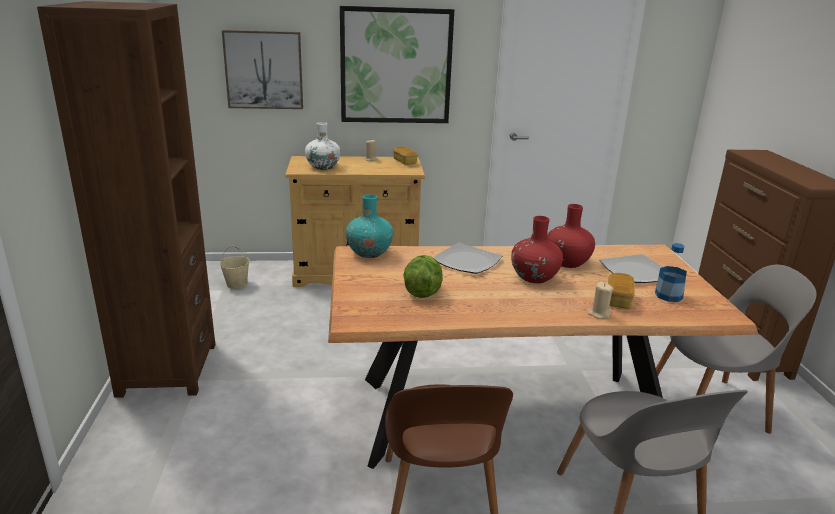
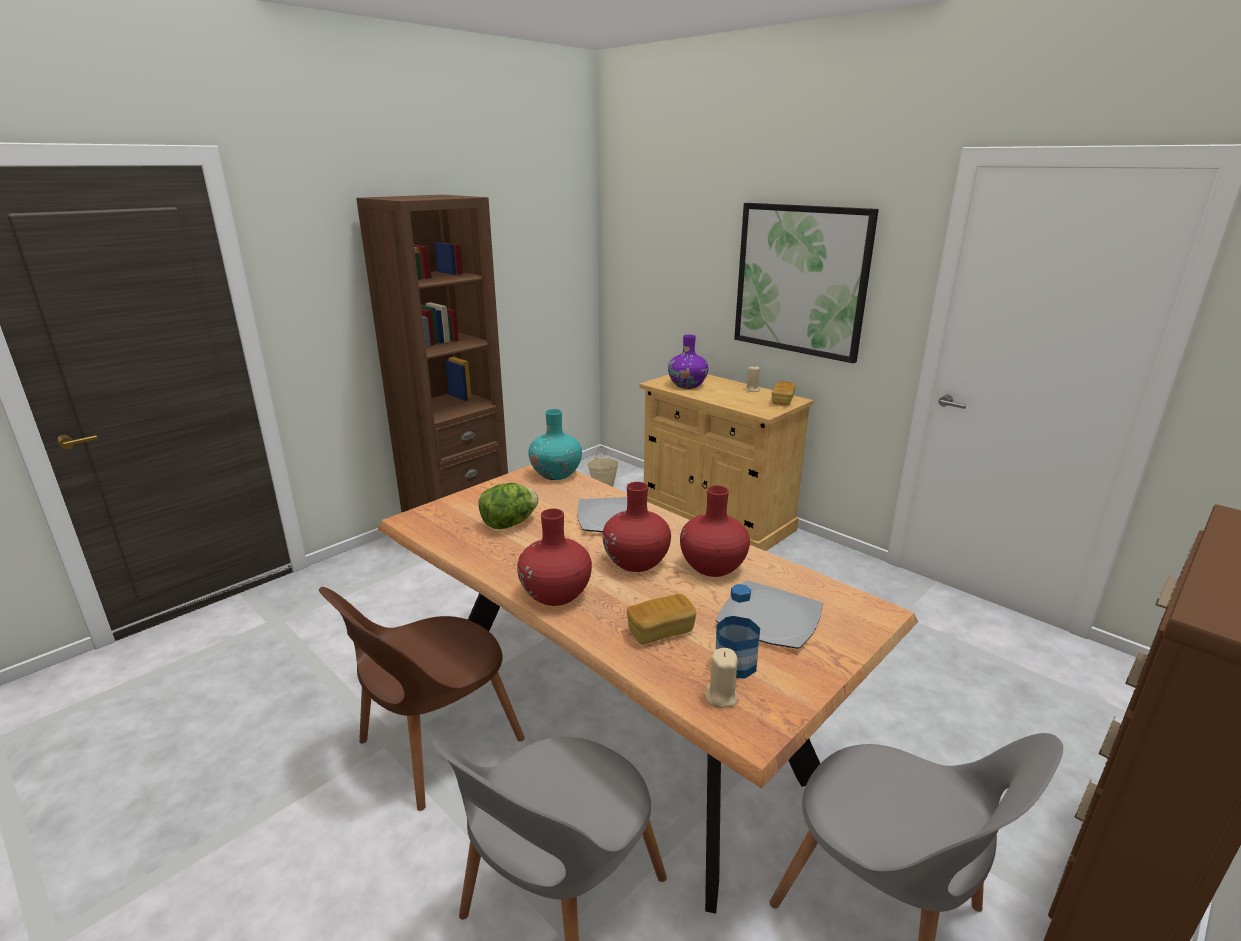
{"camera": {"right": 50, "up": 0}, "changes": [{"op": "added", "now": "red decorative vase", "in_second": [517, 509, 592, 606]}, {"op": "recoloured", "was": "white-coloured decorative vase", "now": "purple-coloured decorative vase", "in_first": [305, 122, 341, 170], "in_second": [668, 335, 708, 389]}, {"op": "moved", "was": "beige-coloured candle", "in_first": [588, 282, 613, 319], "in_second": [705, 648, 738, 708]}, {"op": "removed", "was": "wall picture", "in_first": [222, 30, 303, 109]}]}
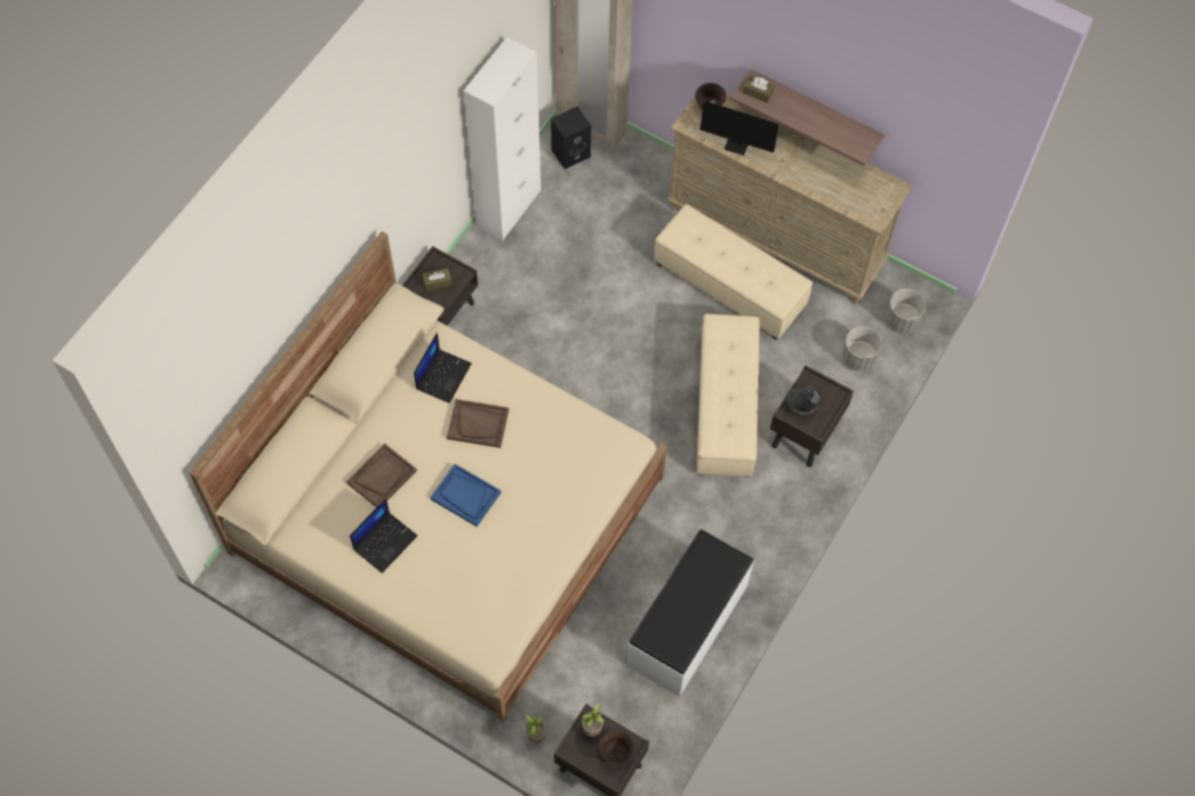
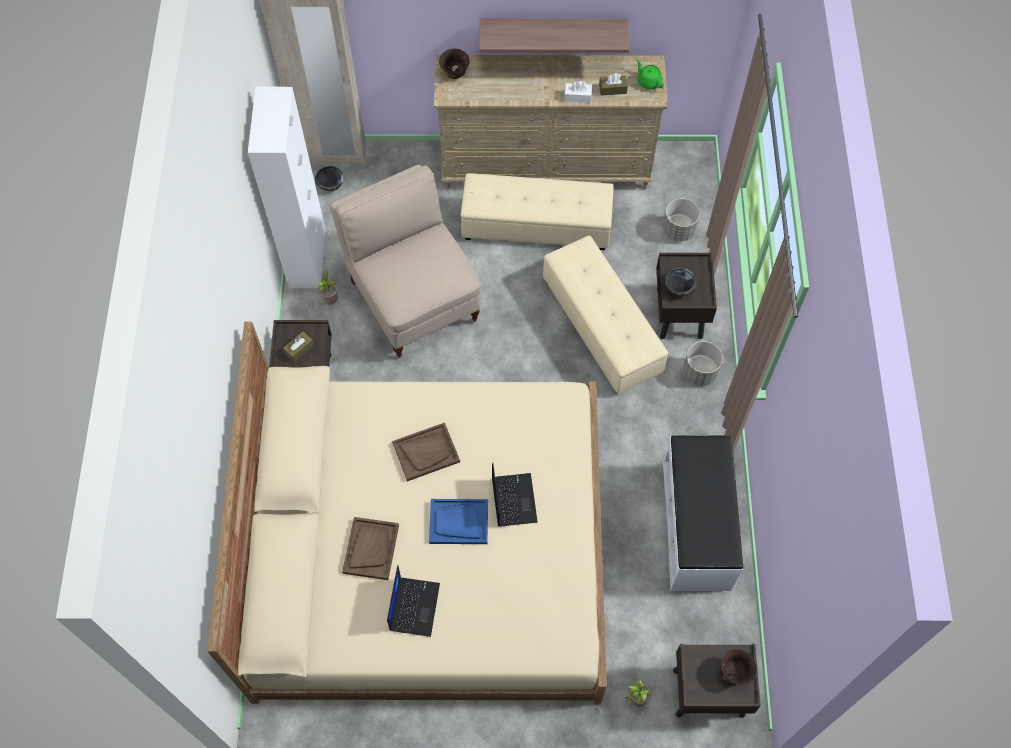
{"camera": {"right": -30, "up": 0}, "changes": [{"op": "replaced", "was": "blackish loudspeaker", "now": "blackish deep dish", "in_first": [551, 106, 591, 169], "in_second": [315, 166, 344, 191]}, {"op": "moved", "was": "houseplant", "in_first": [581, 703, 604, 737], "in_second": [318, 270, 338, 305]}, {"op": "added", "now": "beige-coloured chair", "in_second": [331, 165, 481, 358]}, {"op": "moved", "was": "notebook computer", "in_first": [414, 333, 472, 403], "in_second": [492, 463, 538, 527]}, {"op": "added", "now": "white-coloured tissue holder", "in_second": [564, 81, 592, 103]}, {"op": "moved", "was": "brownish tissue holder", "in_first": [743, 76, 774, 103], "in_second": [599, 73, 628, 95]}, {"op": "added", "now": "greenish teapot", "in_second": [636, 59, 664, 89]}, {"op": "moved", "was": "grey planter", "in_first": [886, 289, 926, 333], "in_second": [683, 341, 723, 386]}, {"op": "removed", "was": "computer display", "in_first": [700, 101, 802, 156]}]}
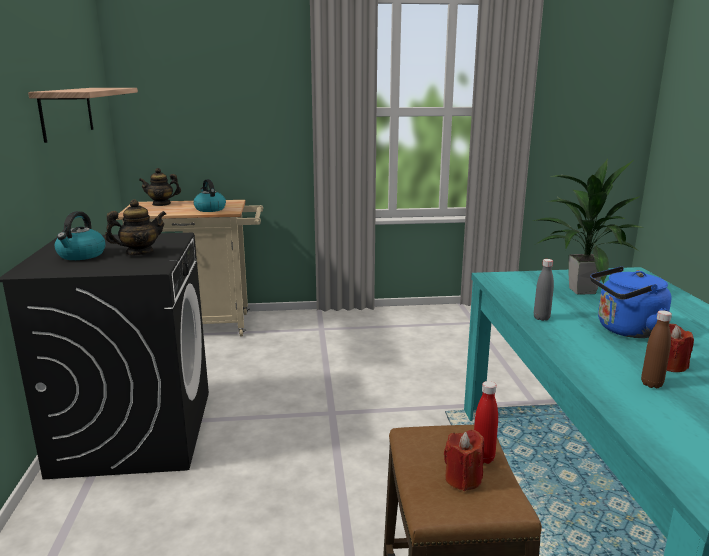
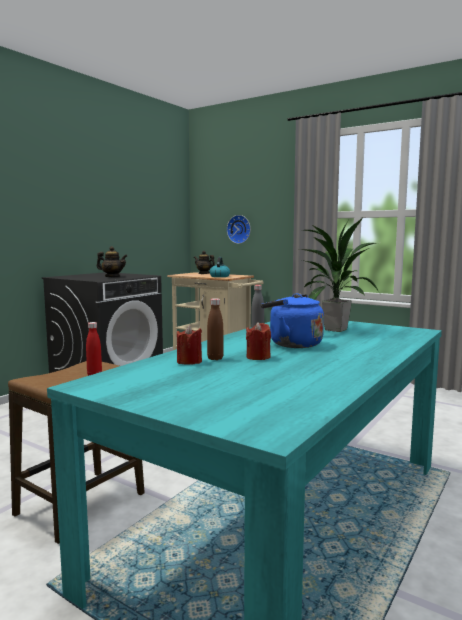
{"camera": {"right": 40, "up": -10}, "changes": [{"op": "moved", "was": "red candle", "in_first": [444, 430, 484, 491], "in_second": [177, 325, 202, 365]}, {"op": "added", "now": "hanging clock", "in_second": [227, 215, 251, 244]}, {"op": "removed", "was": "wall shelf", "in_first": [28, 88, 138, 143]}, {"op": "removed", "was": "kettle", "in_first": [55, 211, 106, 260]}]}
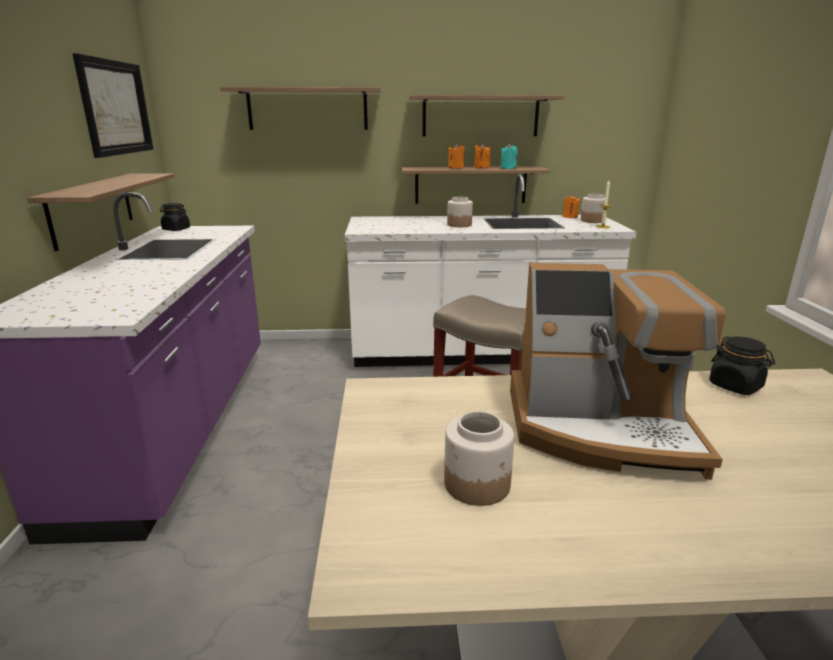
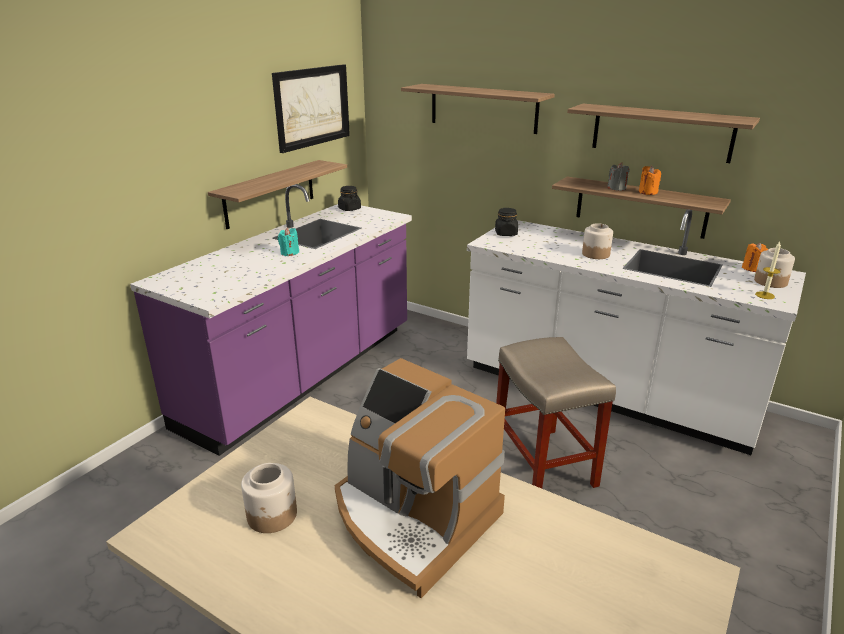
{"camera": {"right": 35, "up": 5}, "changes": [{"op": "moved", "was": "blue-green candle", "in_first": [501, 144, 518, 169], "in_second": [278, 228, 299, 256]}, {"op": "moved", "was": "blackish jar", "in_first": [709, 336, 775, 395], "in_second": [495, 208, 518, 236]}, {"op": "recoloured", "was": "orange candle", "now": "grey candle", "in_first": [448, 143, 465, 168], "in_second": [607, 163, 630, 191]}]}
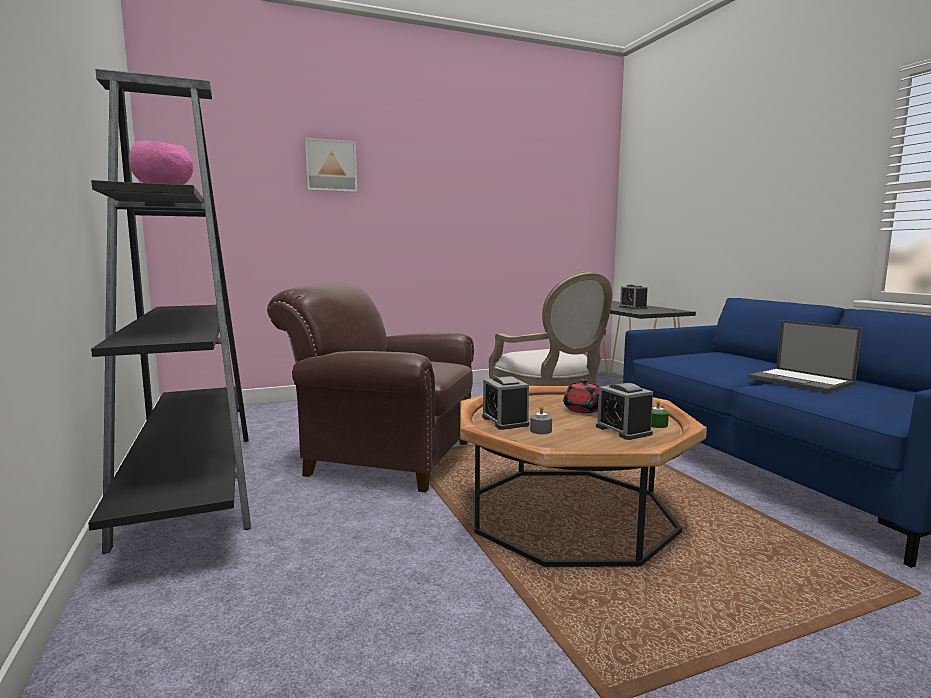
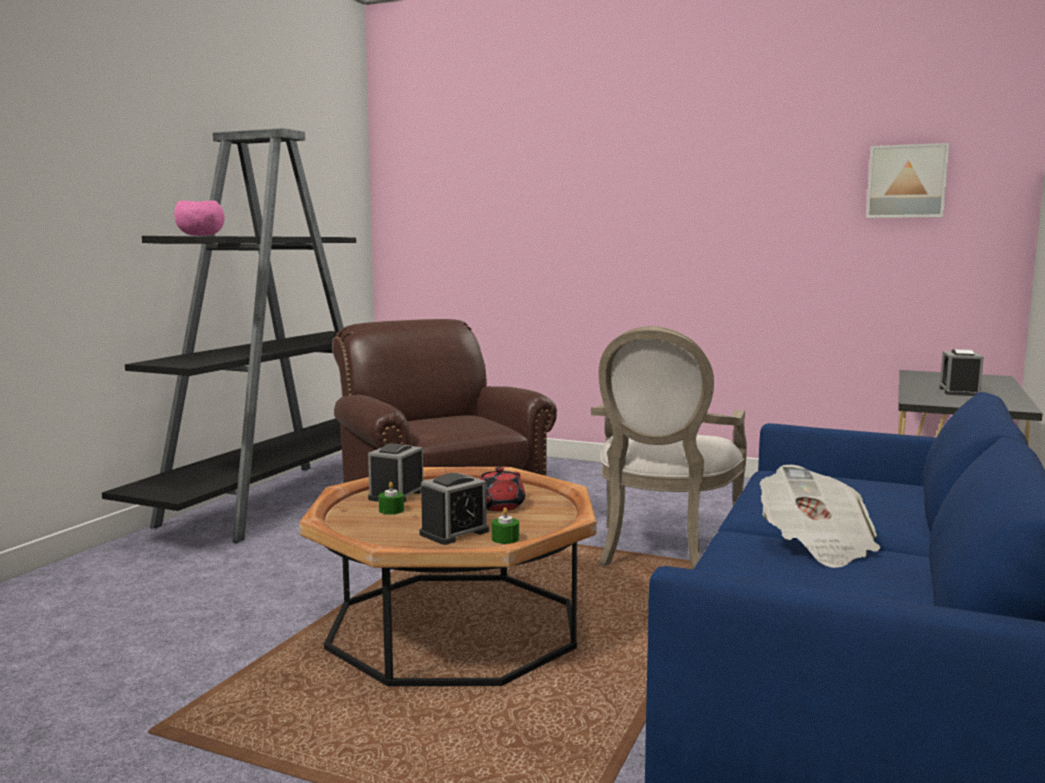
{"camera": {"right": 45, "up": 0}, "changes": [{"op": "recoloured", "was": "grey candle", "now": "greenish candle", "in_first": [530, 406, 552, 434], "in_second": [379, 482, 404, 515]}, {"op": "turned", "was": "alarm clock", "in_first": [596, 383, 653, 440], "in_second": [419, 473, 489, 545], "clockwise": -150}, {"op": "replaced", "was": "notebook computer", "now": "daily paper", "in_first": [747, 320, 862, 393], "in_second": [760, 465, 881, 568]}, {"op": "moved", "was": "wall picture", "in_first": [304, 138, 357, 192], "in_second": [866, 143, 949, 218]}]}
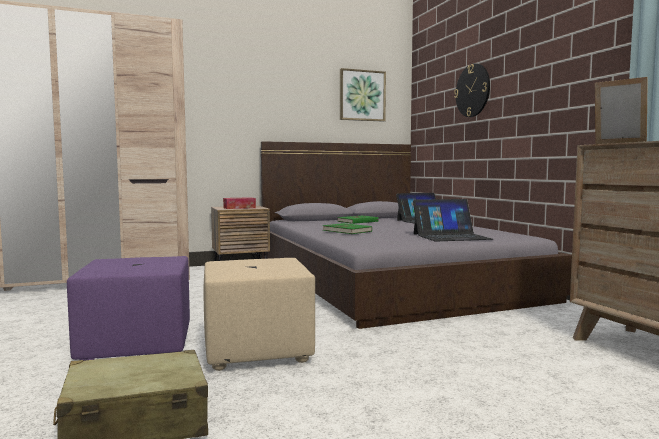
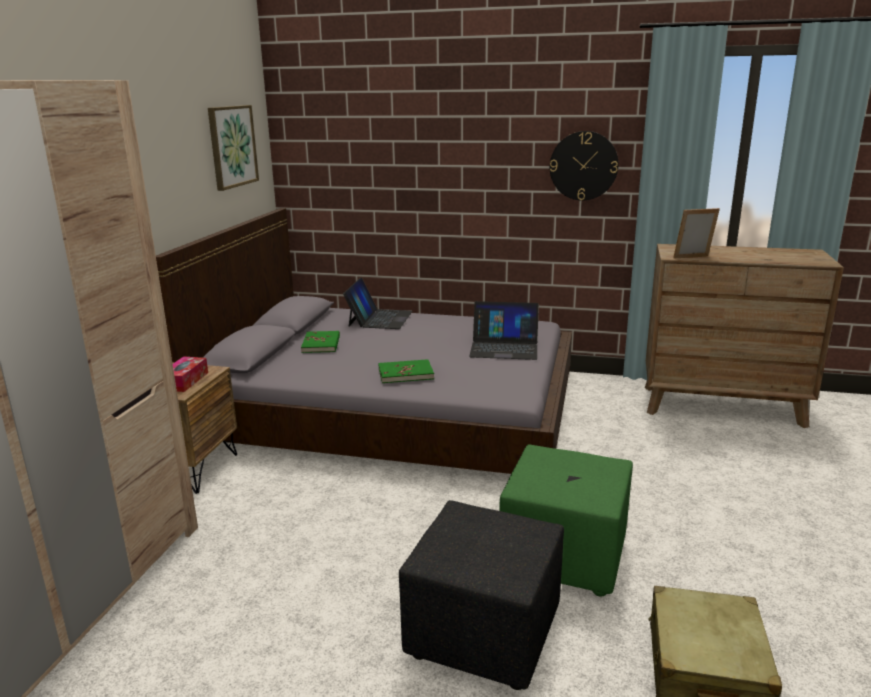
{"camera": {"right": -55, "up": 15}, "changes": [{"op": "recoloured", "was": "purple-coloured pouffe", "now": "blackish pouffe", "in_first": [67, 256, 190, 361], "in_second": [399, 500, 564, 690]}, {"op": "turned", "was": "notebook computer", "in_first": [413, 199, 493, 241], "in_second": [469, 301, 539, 360], "clockwise": 75}, {"op": "recoloured", "was": "beige-coloured pouffe", "now": "greenish pouffe", "in_first": [204, 258, 315, 371], "in_second": [499, 444, 633, 597]}, {"op": "moved", "was": "hanging clock", "in_first": [454, 63, 490, 117], "in_second": [550, 131, 618, 200]}]}
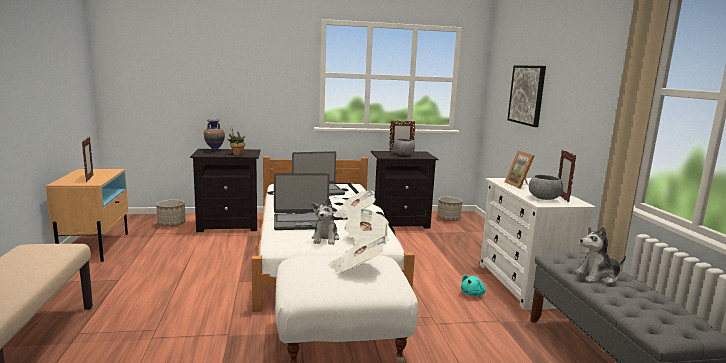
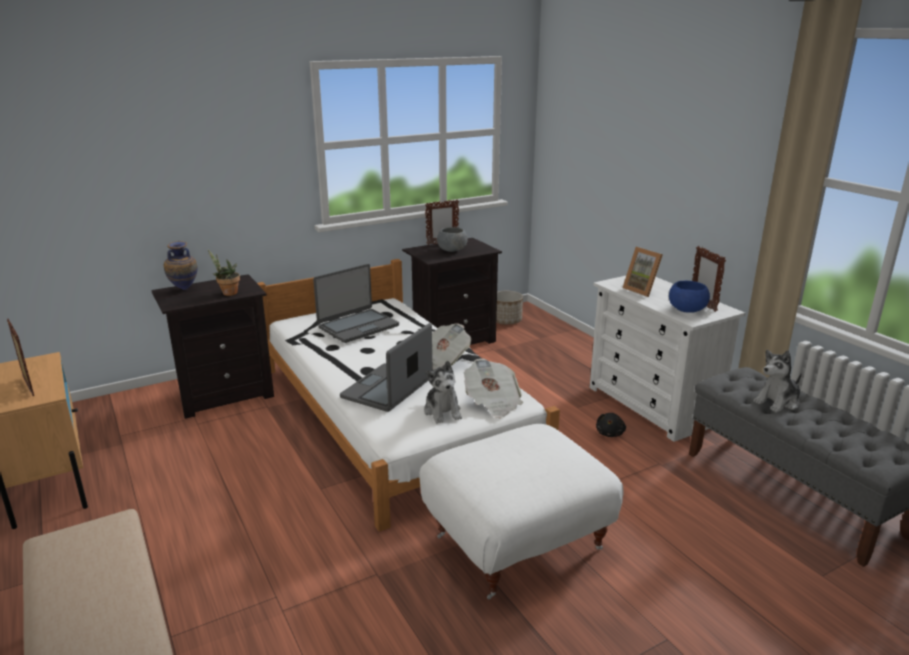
{"camera": {"right": -20, "up": 10}, "changes": [{"op": "turned", "was": "notebook computer", "in_first": [274, 173, 330, 230], "in_second": [340, 323, 432, 412], "clockwise": 150}, {"op": "recoloured", "was": "blue-green soft toy", "now": "blackish soft toy", "in_first": [461, 275, 486, 296], "in_second": [596, 413, 626, 437]}, {"op": "recoloured", "was": "grey deep dish", "now": "blue deep dish", "in_first": [529, 175, 563, 200], "in_second": [669, 281, 710, 313]}, {"op": "removed", "was": "planter", "in_first": [156, 199, 186, 227]}, {"op": "removed", "was": "daily paper", "in_first": [328, 235, 389, 274]}, {"op": "removed", "was": "wall picture", "in_first": [508, 65, 546, 127]}]}
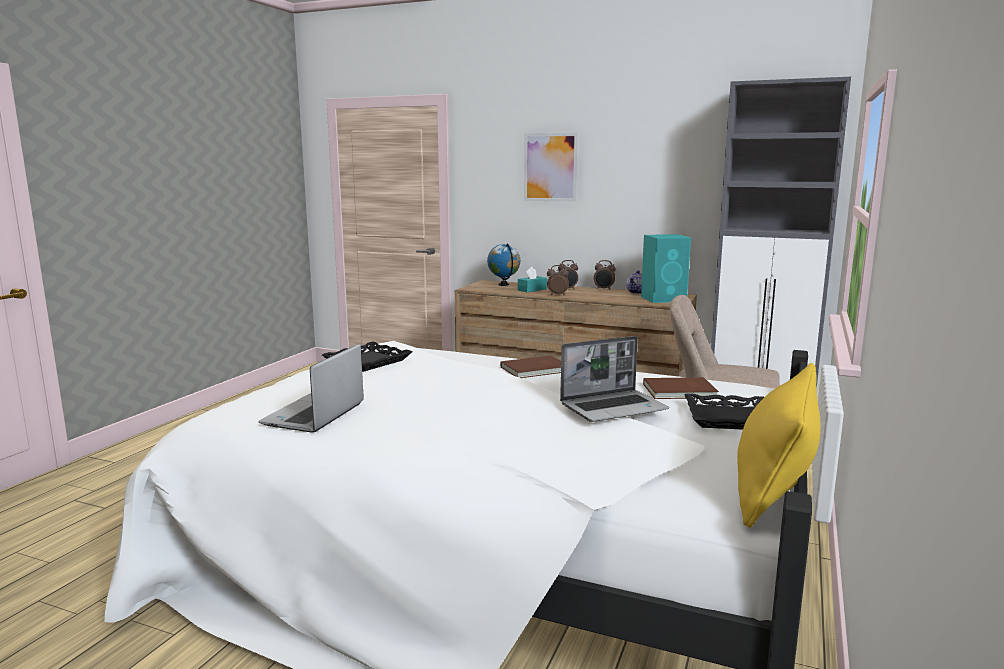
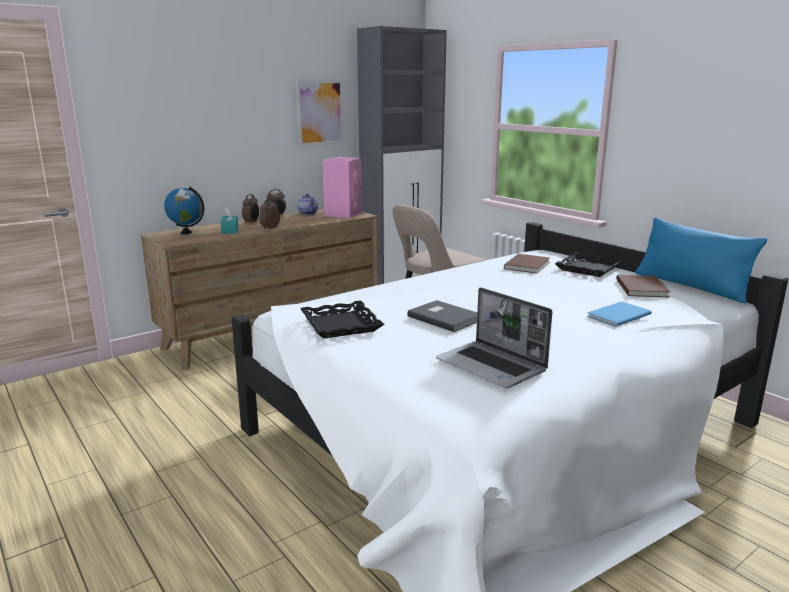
{"camera": {"right": -60, "up": 5}, "changes": [{"op": "moved", "was": "wall picture", "in_first": [524, 133, 578, 202], "in_second": [296, 80, 344, 146]}, {"op": "recoloured", "was": "blue-green loudspeaker", "now": "pink loudspeaker", "in_first": [641, 234, 691, 303], "in_second": [322, 157, 362, 218]}, {"op": "added", "now": "grey volume", "in_second": [407, 300, 477, 332]}, {"op": "added", "now": "blue volume", "in_second": [587, 302, 652, 327]}, {"op": "moved", "was": "brownish volume", "in_first": [500, 355, 561, 378], "in_second": [616, 275, 670, 298]}, {"op": "recoloured", "was": "yellow-coloured cushion", "now": "blue cushion", "in_first": [737, 363, 821, 528], "in_second": [636, 217, 767, 303]}, {"op": "removed", "was": "notebook computer", "in_first": [560, 336, 669, 422]}]}
